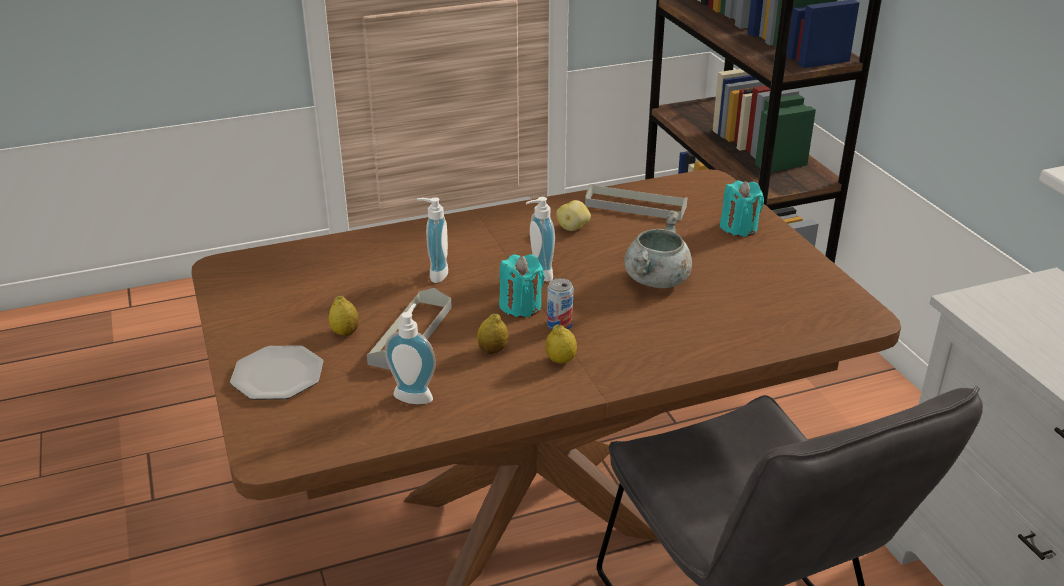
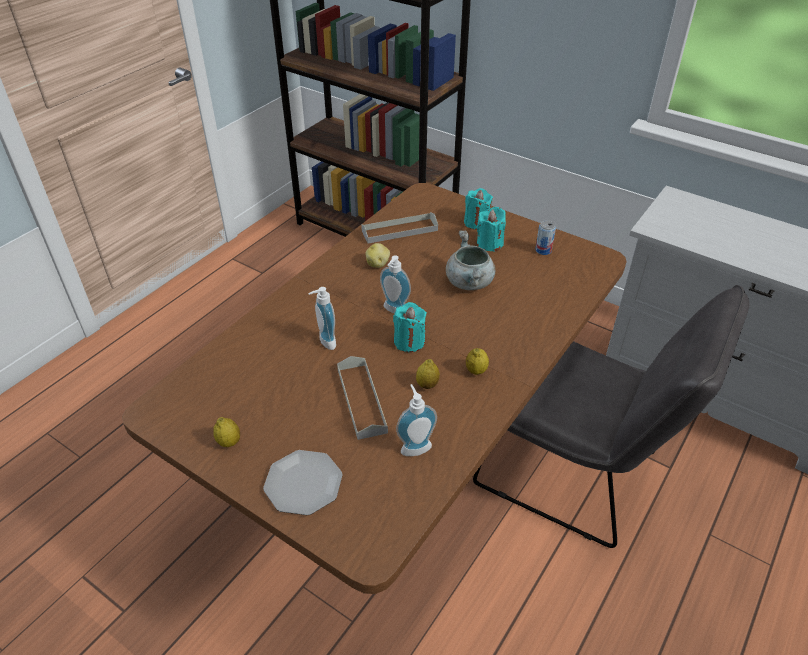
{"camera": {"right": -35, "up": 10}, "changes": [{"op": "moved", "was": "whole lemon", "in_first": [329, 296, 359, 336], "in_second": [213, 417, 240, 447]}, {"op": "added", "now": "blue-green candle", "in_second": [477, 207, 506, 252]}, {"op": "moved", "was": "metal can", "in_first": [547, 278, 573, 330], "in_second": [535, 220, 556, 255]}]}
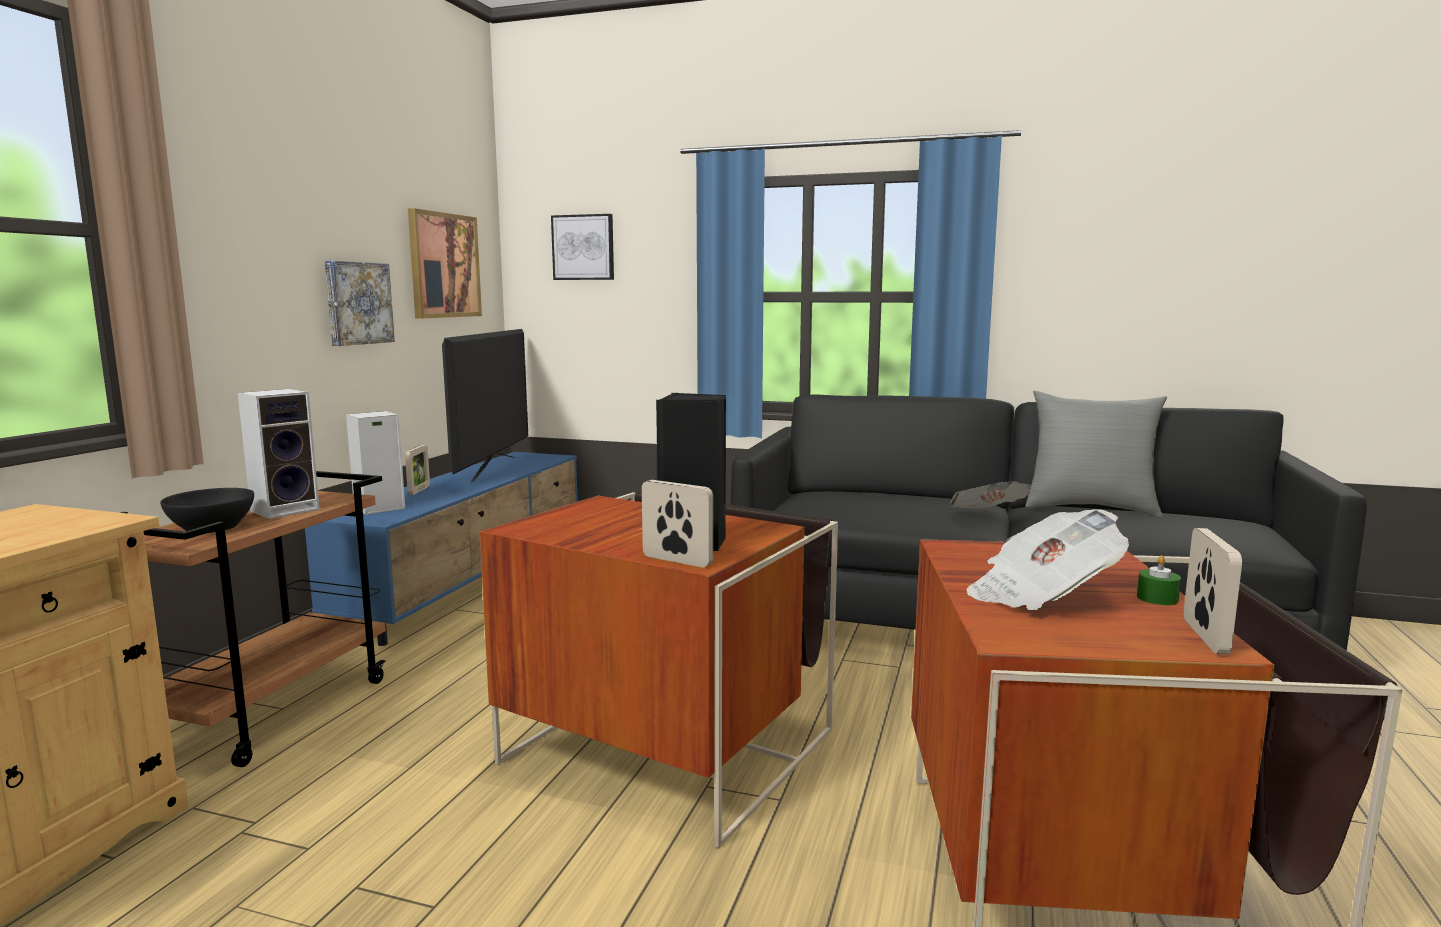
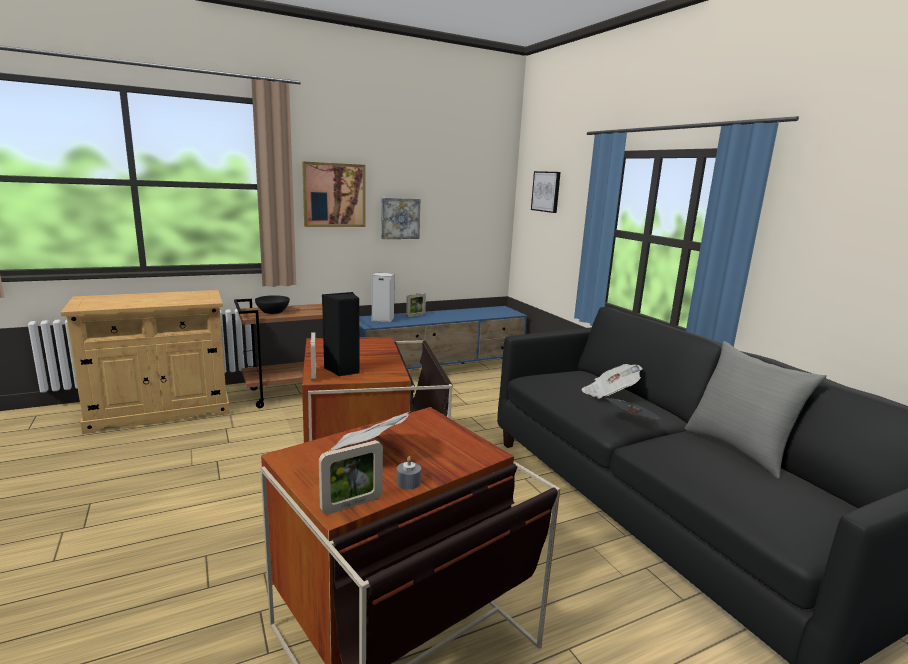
{"camera": {"right": 45, "up": 5}, "changes": [{"op": "moved", "was": "wall picture", "in_first": [408, 208, 482, 318], "in_second": [302, 161, 365, 227]}, {"op": "recoloured", "was": "greenish candle", "now": "grey candle", "in_first": [1137, 555, 1181, 605], "in_second": [396, 456, 421, 489]}, {"op": "added", "now": "daily paper", "in_second": [581, 364, 643, 399]}, {"op": "removed", "was": "loudspeaker", "in_first": [238, 389, 320, 519]}, {"op": "removed", "was": "TV set", "in_first": [442, 329, 528, 483]}]}
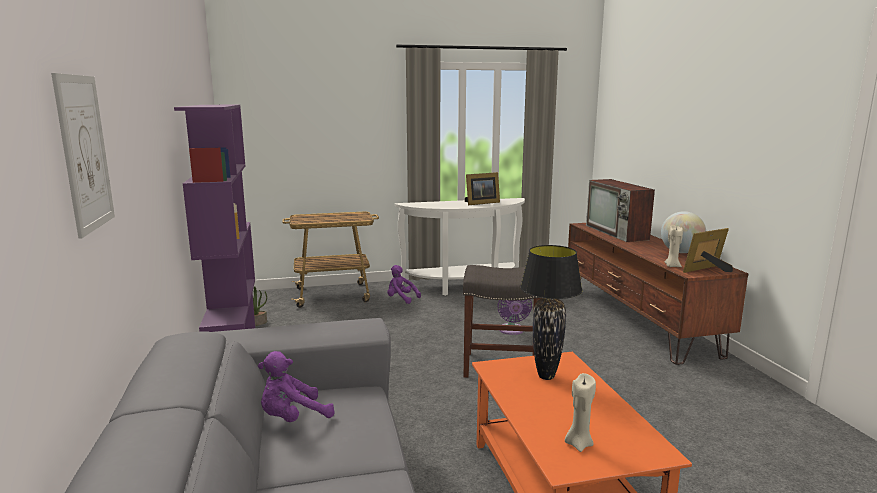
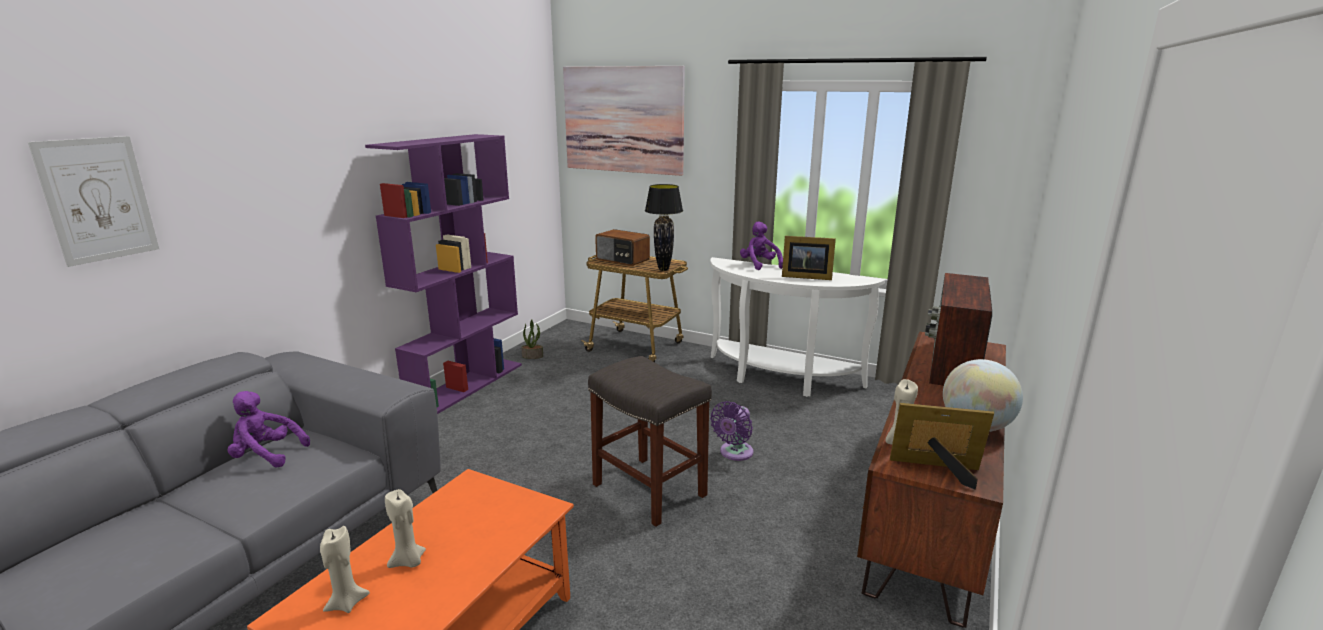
{"camera": {"right": 40, "up": 5}, "changes": [{"op": "added", "now": "beige-coloured candle", "in_second": [385, 489, 426, 568]}, {"op": "added", "now": "wall picture", "in_second": [563, 66, 685, 176]}, {"op": "added", "now": "radio receiver", "in_second": [595, 229, 650, 266]}, {"op": "moved", "was": "blackish lamp for a table", "in_first": [520, 245, 583, 380], "in_second": [645, 184, 683, 271]}, {"op": "moved", "was": "purple-coloured soft toy", "in_first": [387, 265, 421, 304], "in_second": [740, 221, 783, 270]}]}
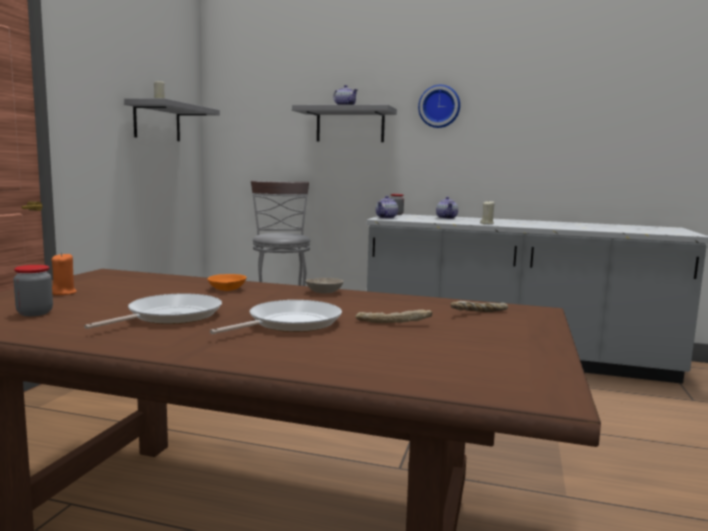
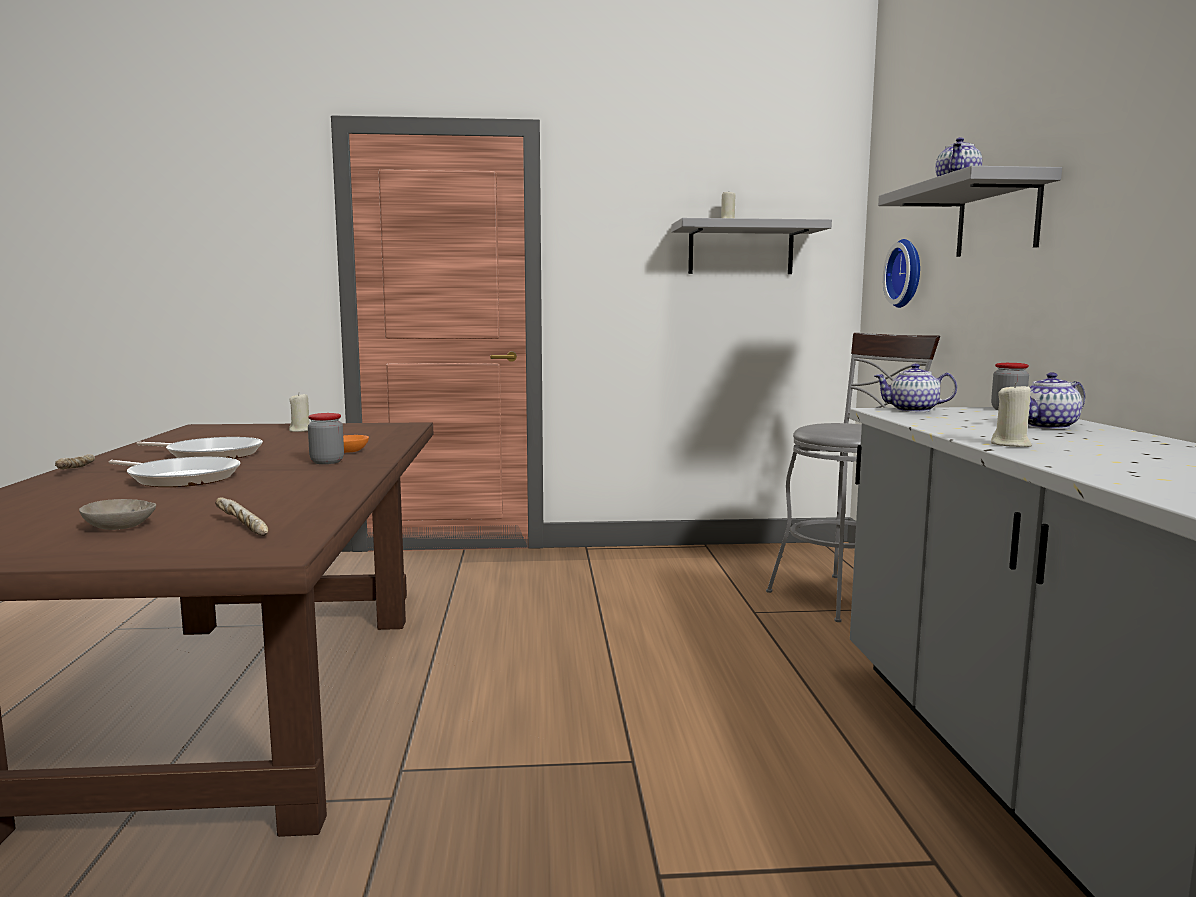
{"camera": {"right": 70, "up": 0}, "changes": [{"op": "moved", "was": "bread", "in_first": [356, 310, 432, 323], "in_second": [55, 454, 95, 470]}, {"op": "moved", "was": "beige-coloured deep dish", "in_first": [306, 278, 343, 293], "in_second": [79, 499, 156, 530]}, {"op": "recoloured", "was": "orange candle", "now": "beige-coloured candle", "in_first": [52, 253, 77, 295], "in_second": [289, 393, 310, 432]}, {"op": "moved", "was": "jar", "in_first": [14, 265, 53, 316], "in_second": [308, 413, 344, 464]}, {"op": "moved", "was": "hanging clock", "in_first": [418, 85, 460, 128], "in_second": [883, 239, 920, 308]}]}
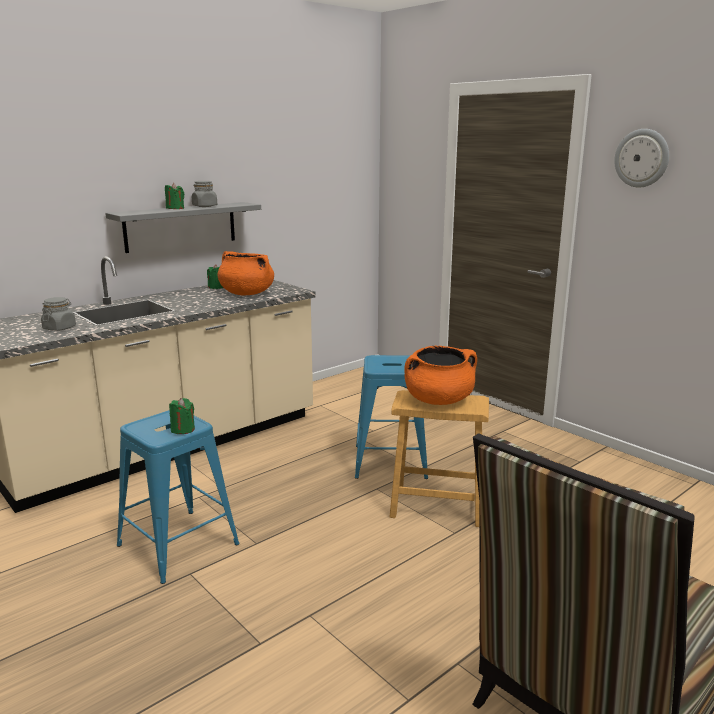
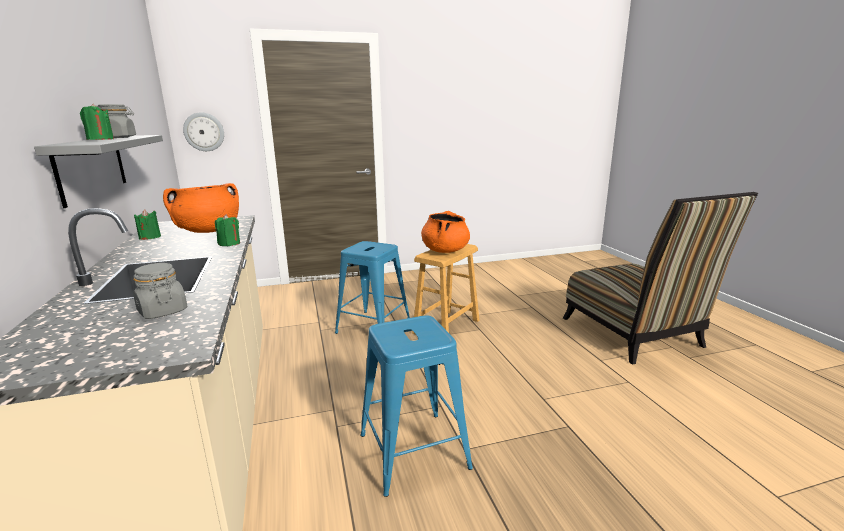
{"camera": {"right": -65, "up": 0}, "changes": [{"op": "moved", "was": "hanging clock", "in_first": [614, 129, 669, 188], "in_second": [183, 112, 224, 151]}, {"op": "moved", "was": "greenish candle", "in_first": [169, 398, 195, 434], "in_second": [215, 214, 240, 246]}]}
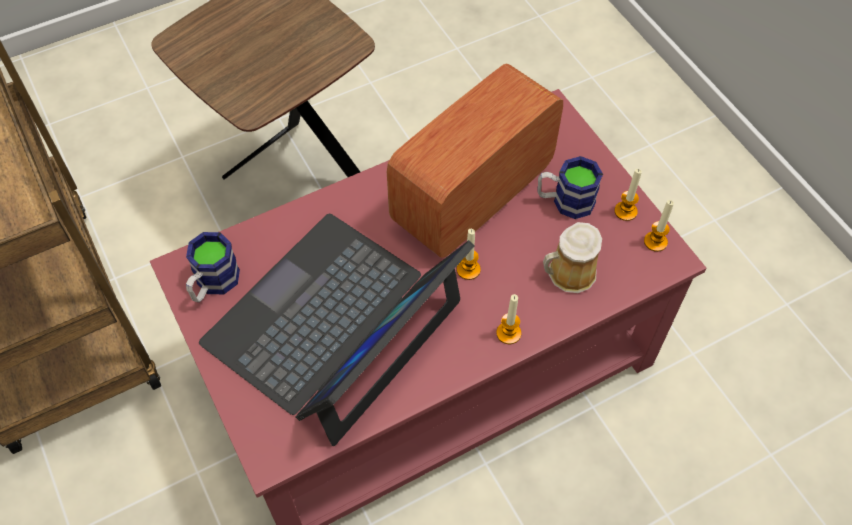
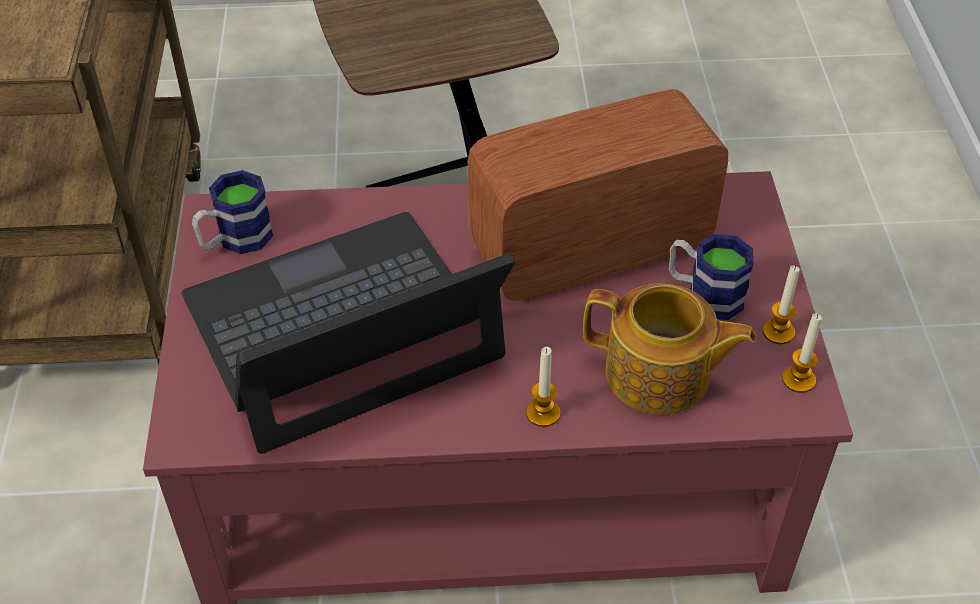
{"camera": {"right": 25, "up": -10}, "changes": [{"op": "replaced", "was": "mug", "now": "teapot", "in_first": [543, 222, 602, 293], "in_second": [583, 284, 756, 415]}, {"op": "removed", "was": "candle", "in_first": [457, 229, 481, 280]}]}
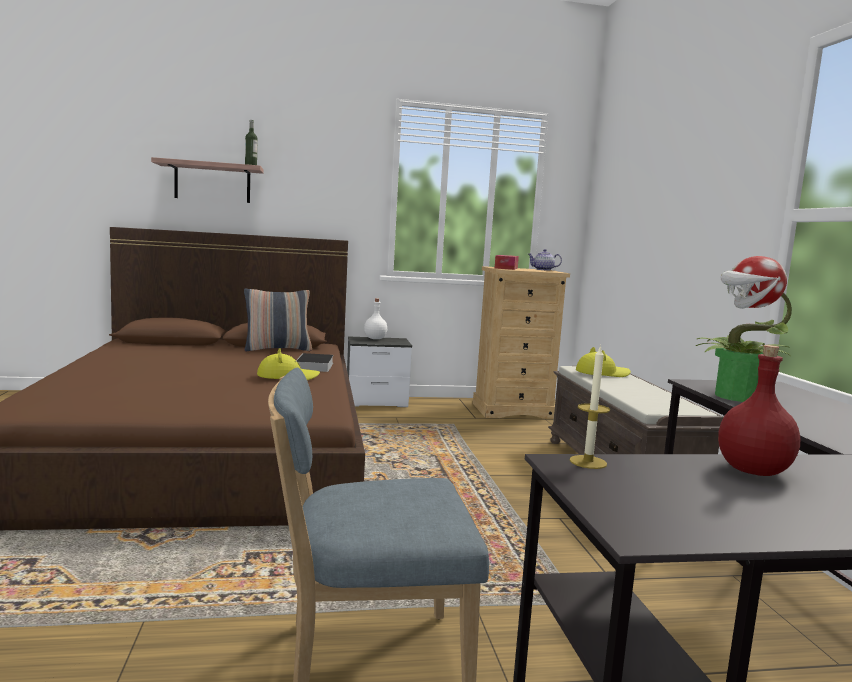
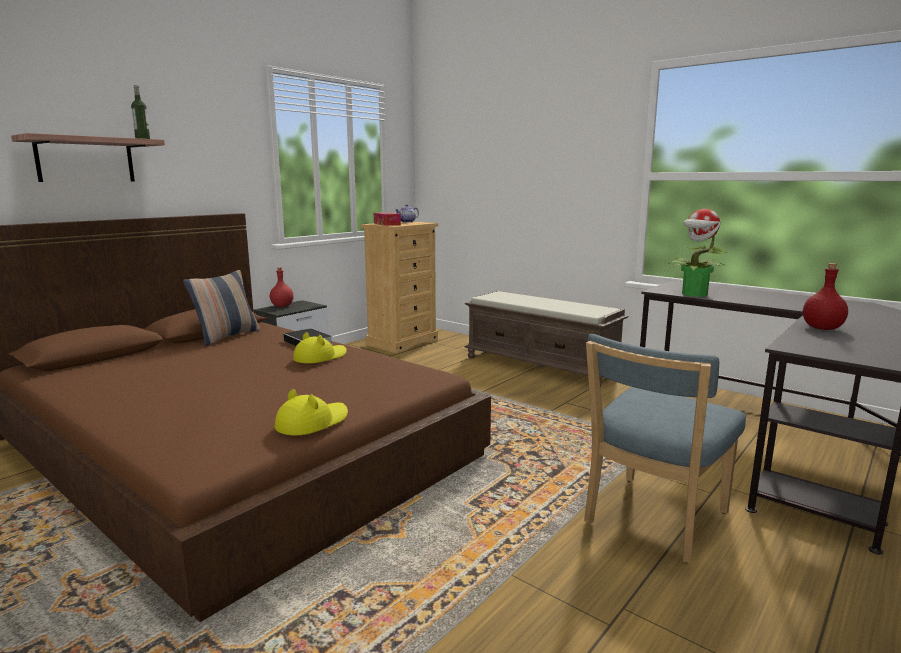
{"camera": {"right": -40, "up": 5}, "changes": [{"op": "recoloured", "was": "white-coloured drink bottle", "now": "red drink bottle", "in_first": [364, 298, 387, 339], "in_second": [270, 267, 294, 307]}, {"op": "moved", "was": "yellow-coloured wearable hat", "in_first": [576, 347, 631, 377], "in_second": [275, 389, 348, 436]}, {"op": "removed", "was": "candle", "in_first": [570, 345, 610, 469]}]}
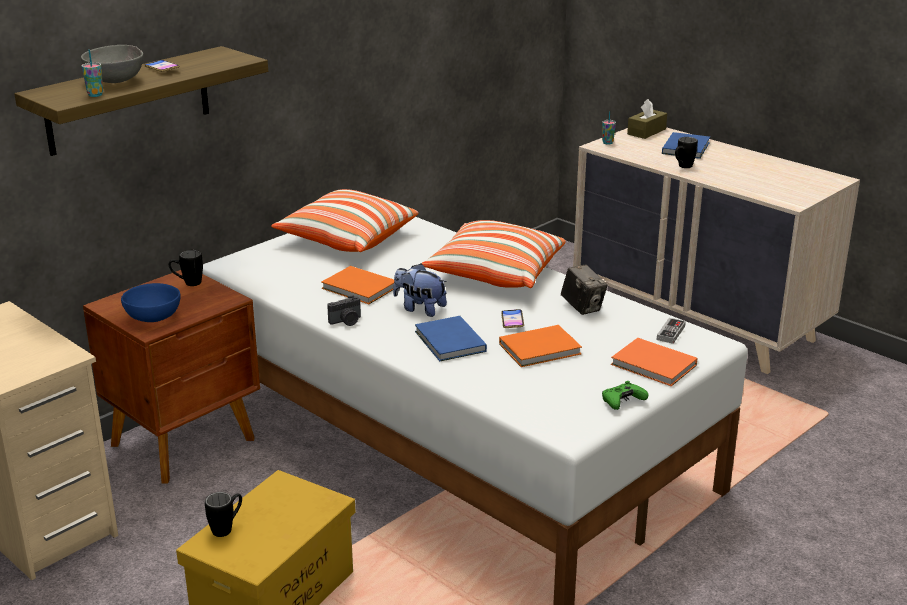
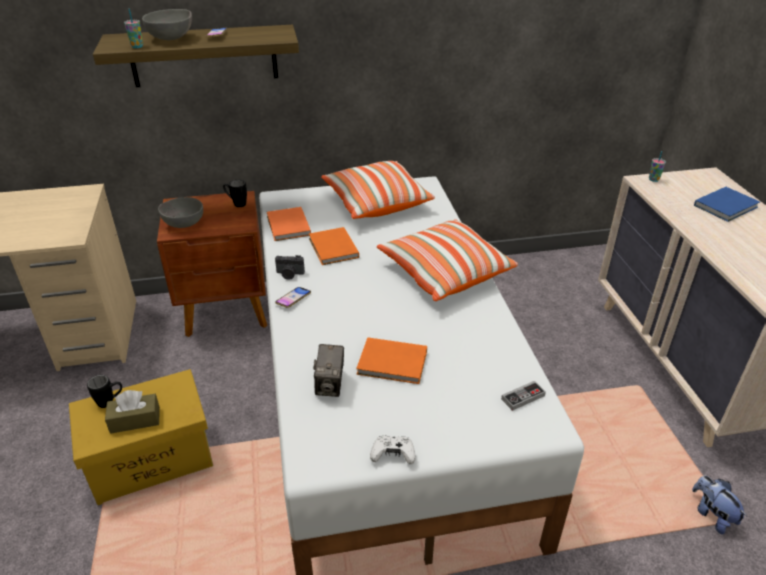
{"camera": {"right": 35, "up": 10}, "changes": [{"op": "moved", "was": "brownish tissue holder", "in_first": [627, 99, 667, 139], "in_second": [105, 390, 160, 434]}, {"op": "recoloured", "was": "blue deep dish", "now": "grey deep dish", "in_first": [121, 283, 181, 322], "in_second": [158, 197, 203, 228]}, {"op": "moved", "was": "orange volume", "in_first": [611, 338, 697, 386], "in_second": [267, 207, 311, 241]}, {"op": "moved", "was": "telephone", "in_first": [501, 309, 524, 328], "in_second": [275, 287, 311, 308]}, {"op": "moved", "was": "photo camera", "in_first": [561, 265, 608, 315], "in_second": [313, 344, 344, 397]}, {"op": "recoloured", "was": "greenish gamepad", "now": "white-coloured gamepad", "in_first": [602, 381, 648, 410], "in_second": [370, 436, 416, 464]}, {"op": "moved", "was": "soft toy", "in_first": [393, 263, 447, 317], "in_second": [692, 476, 748, 534]}, {"op": "removed", "was": "blue volume", "in_first": [415, 316, 487, 361]}, {"op": "removed", "was": "blackish mug", "in_first": [675, 137, 698, 168]}]}
